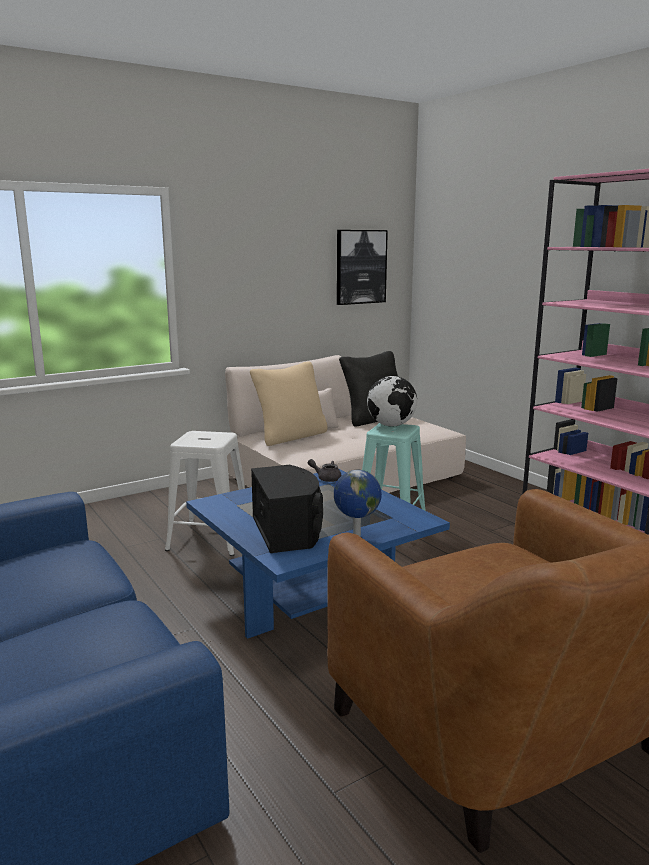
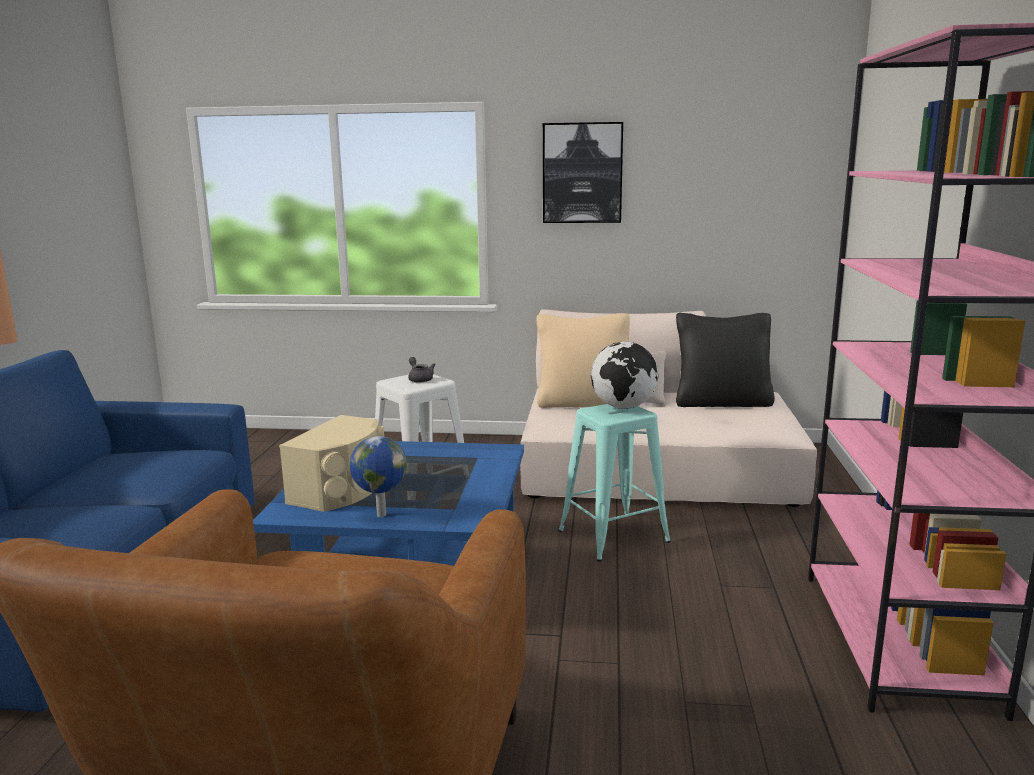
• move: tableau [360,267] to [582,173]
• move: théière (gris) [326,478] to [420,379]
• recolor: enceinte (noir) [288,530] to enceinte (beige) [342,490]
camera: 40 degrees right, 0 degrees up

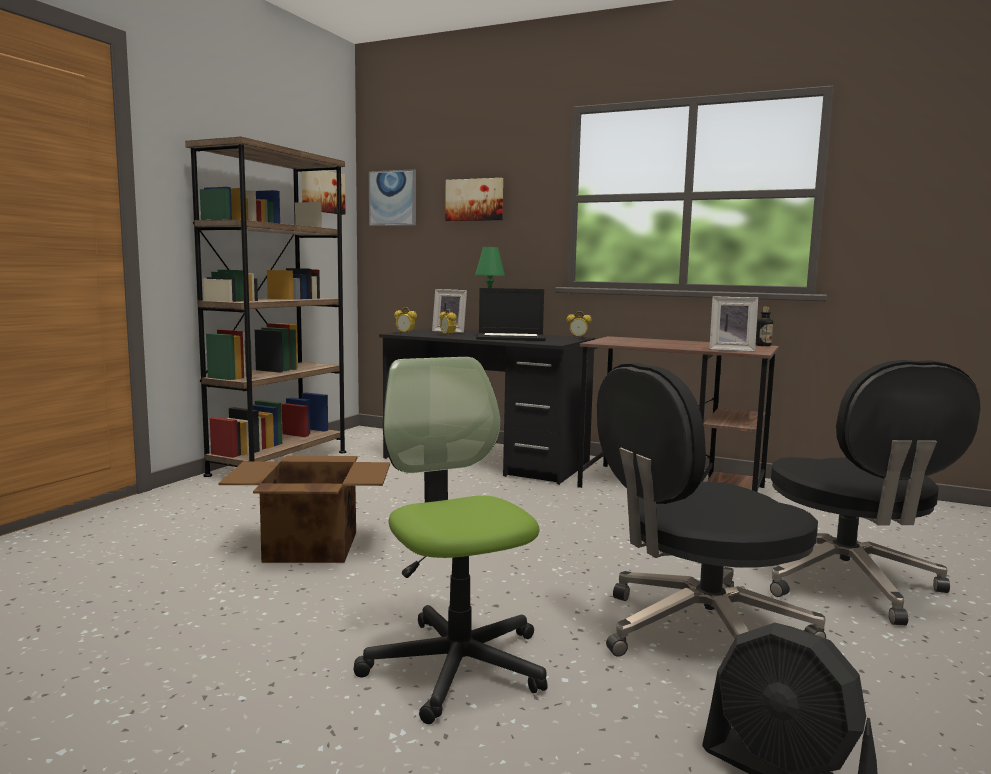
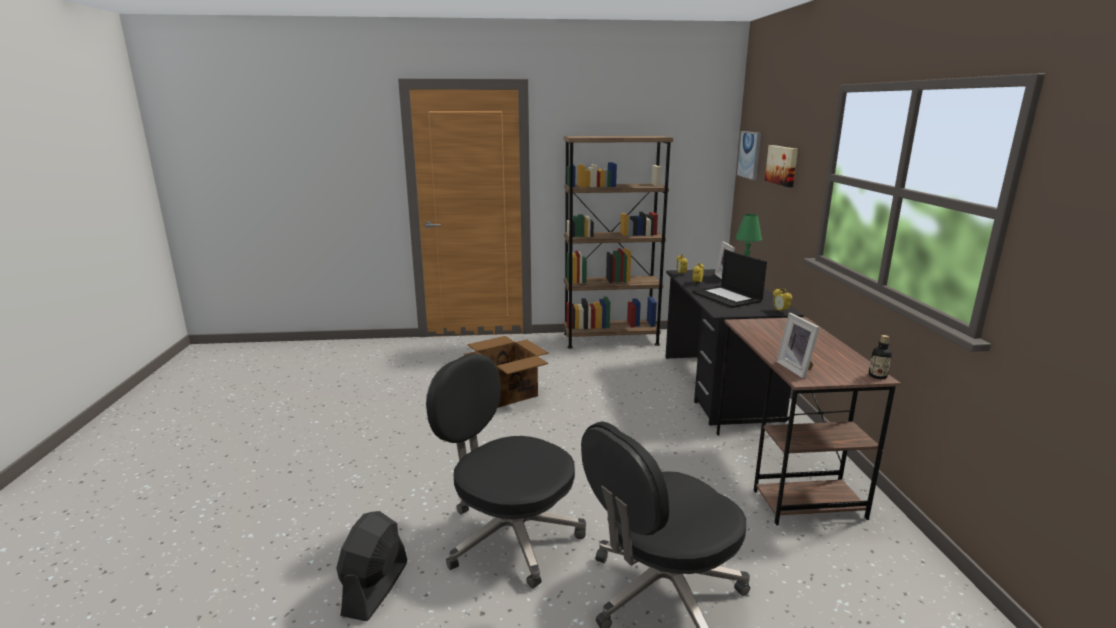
• delete: tableau [322,191]
• delete: chaise de bureau [456,666]
camera: 60 degrees right, 10 degrees up

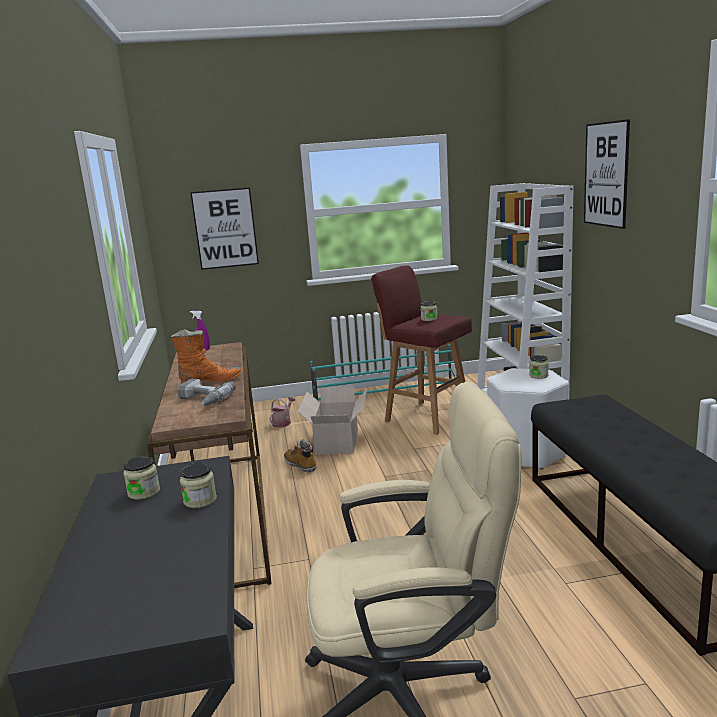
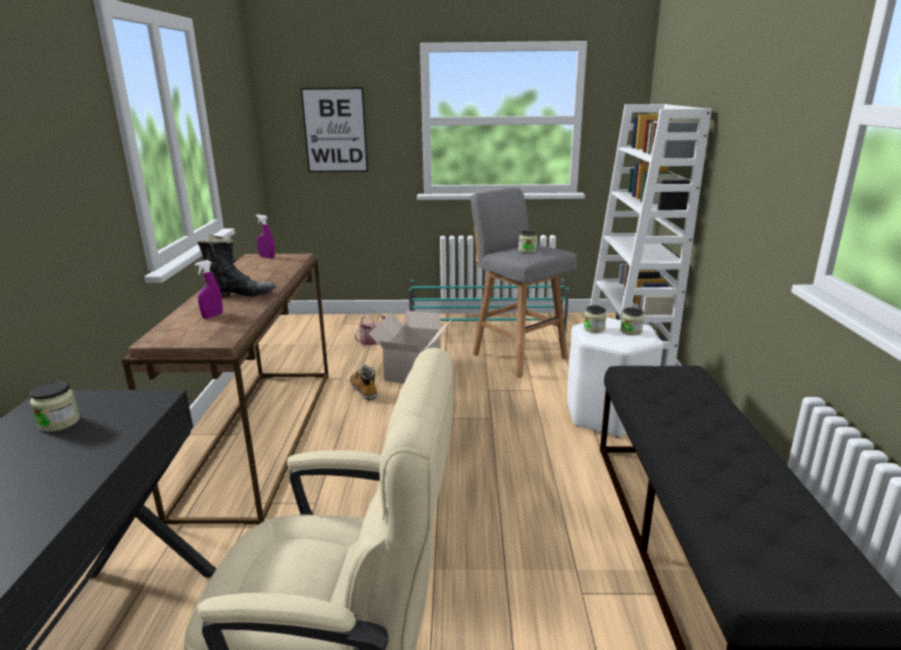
• delete: tableau [606,174]
• recolor: tabouret (rouge) [426,417] to tabouret (gris) [518,355]
• recolor: botte (orange) [210,381] to botte (noir) [241,294]
• replace: perceuse [202,400] to vaporisateur (violet) [212,316]
• move: bocal [200,500] to [594,329]
camera: 10 degrees right, 5 degrees up

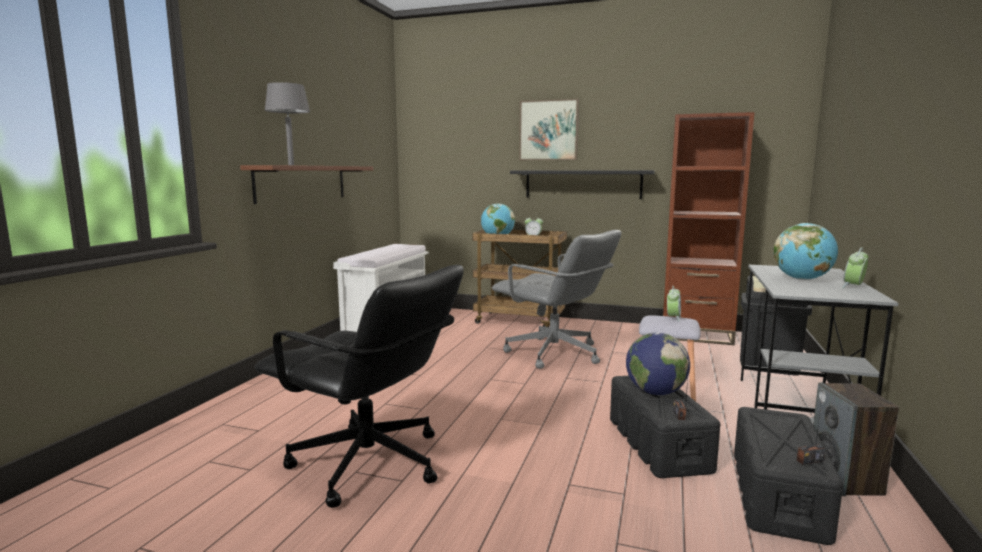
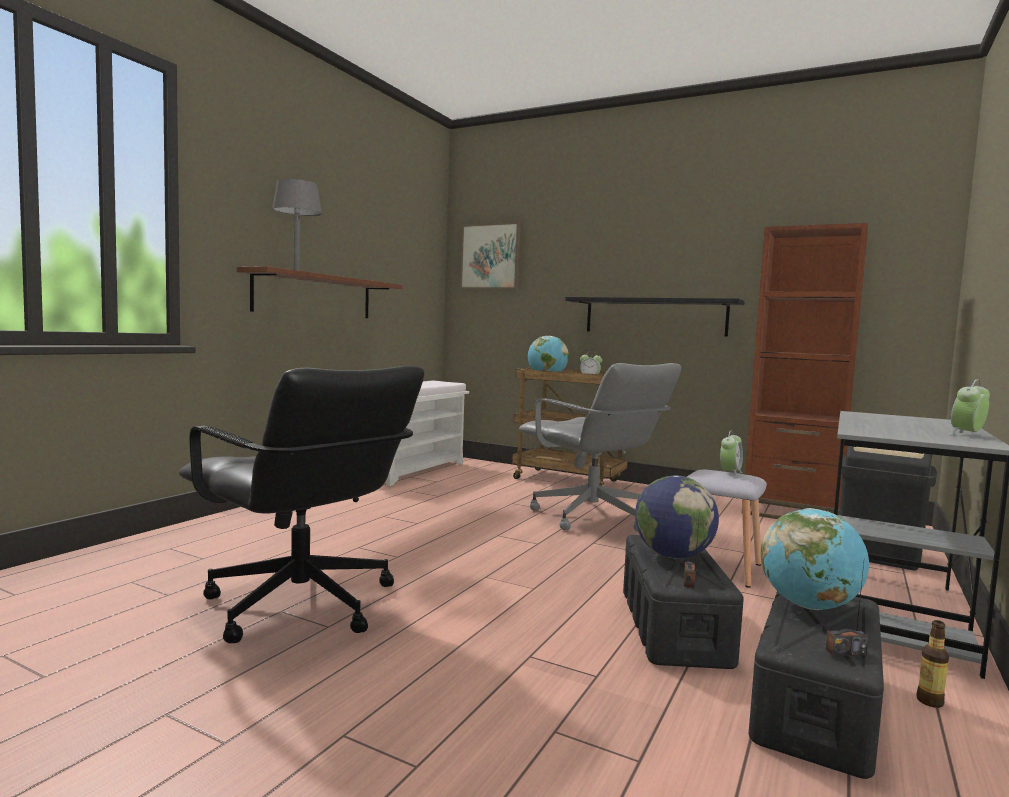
• move: tableau [548,130] to [490,256]
• move: globe [802,279] to [809,606]
• replace: enceinte [846,480] to bouteille [929,701]
camera: 10 degrees right, 5 degrees down

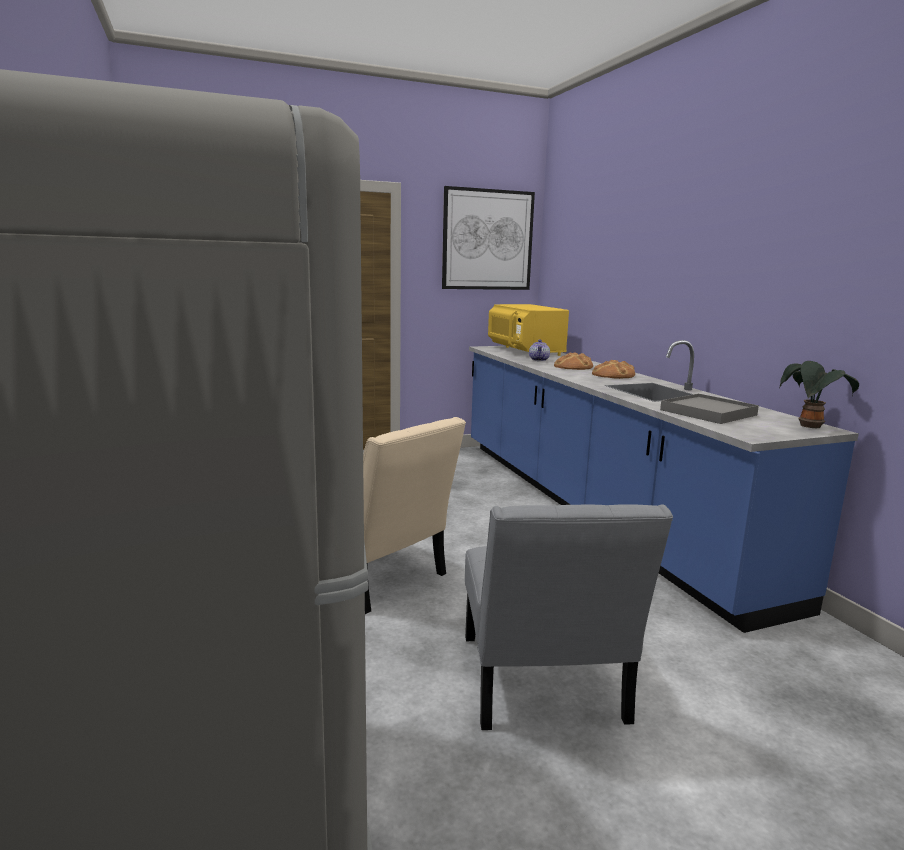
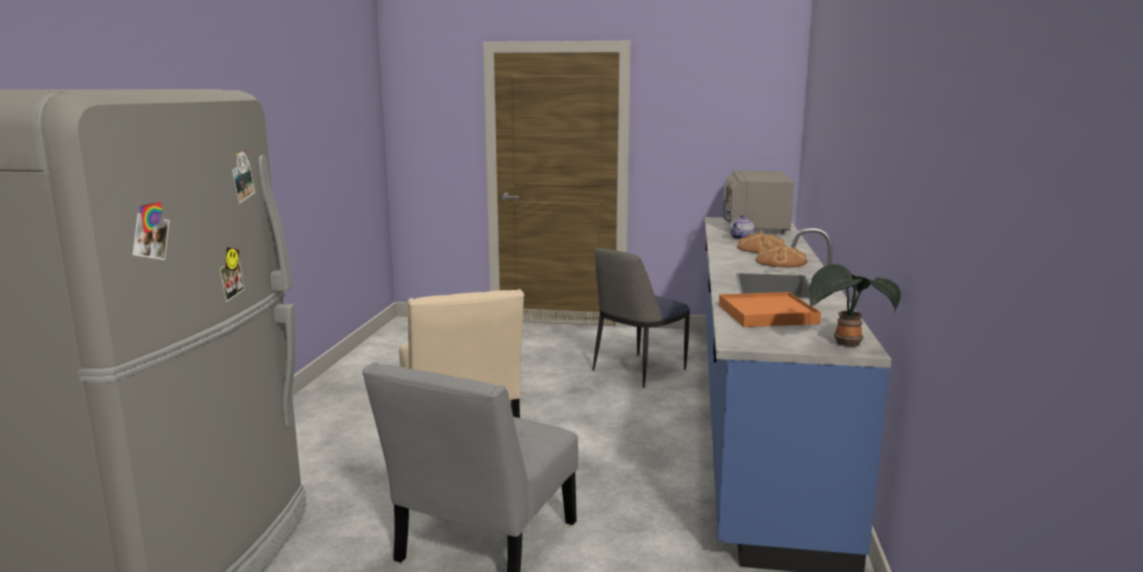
• delete: tableau [487,240]
• recolor: micro-ondes (jaune) [525,351] to micro-ondes (gris) [755,226]
• recolor: plateau (gris) [708,412] to plateau (orange) [767,314]
• insert: chaise [637,371]
camera: 30 degrees right, 0 degrees up

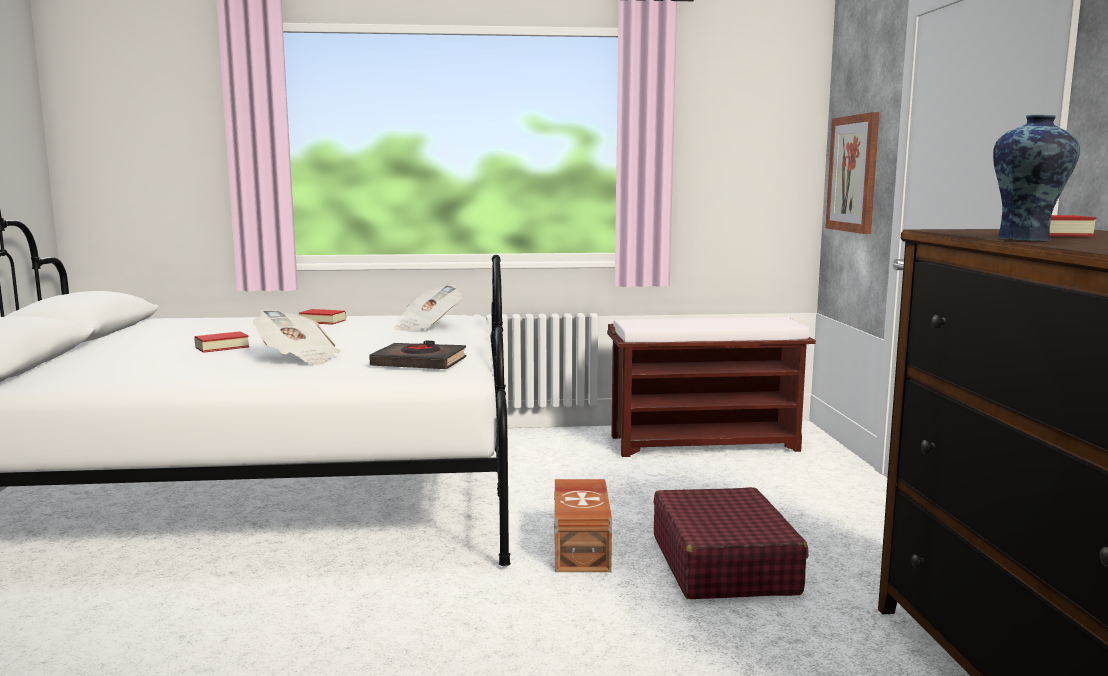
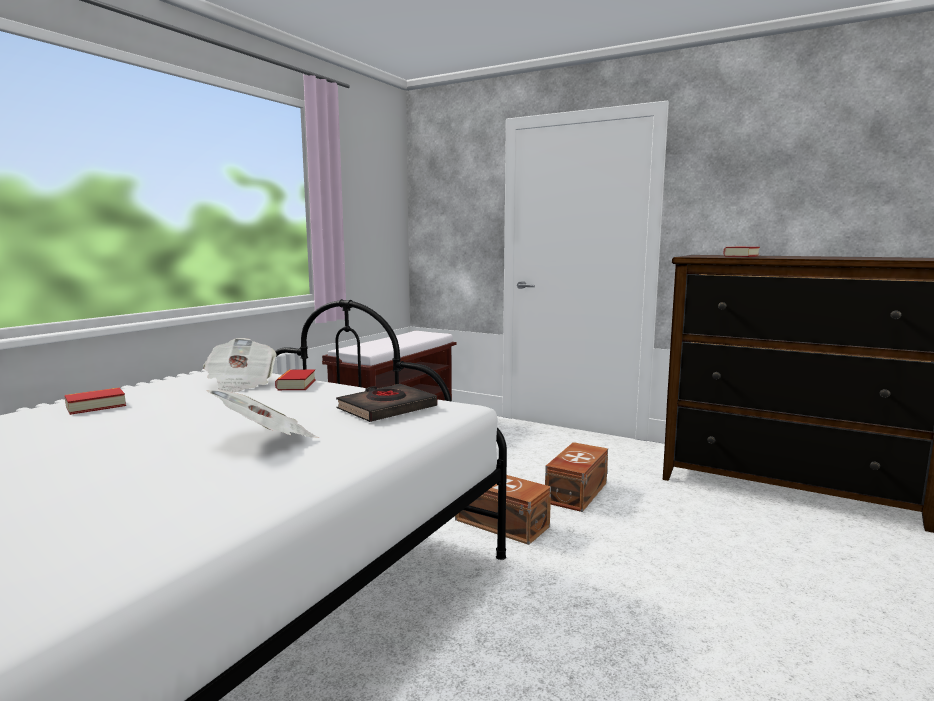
• delete: tableau [853,174]
• delete: vase [1027,239]
• move: livre [222,347] to [296,385]
• replace: valise (rouge) [723,564] to boîte de rangement (marron) [575,492]
camera: 55 degrees left, 0 degrees up

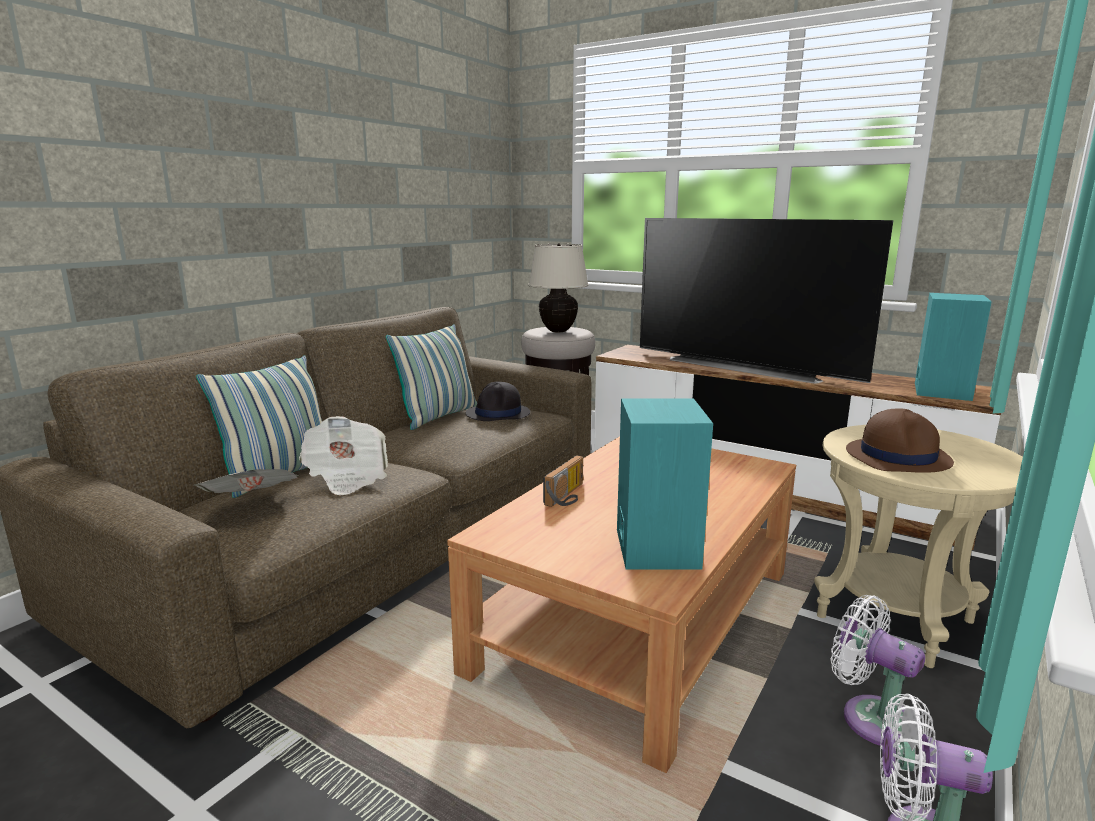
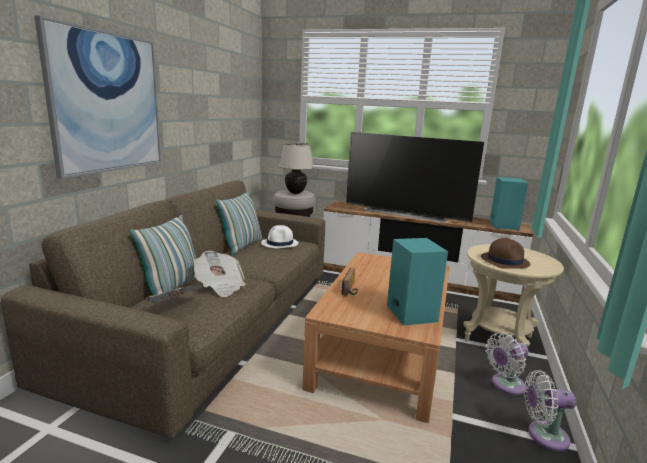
• recolor: chapeau (noir) [498,414] to chapeau (blanc) [280,243]
• rotate: ventilateur (blanc) [871,717] = [505,385] 60 degrees counterclockwise
• insert: tableau [107,103]
camera: 15 degrees left, 0 degrees up

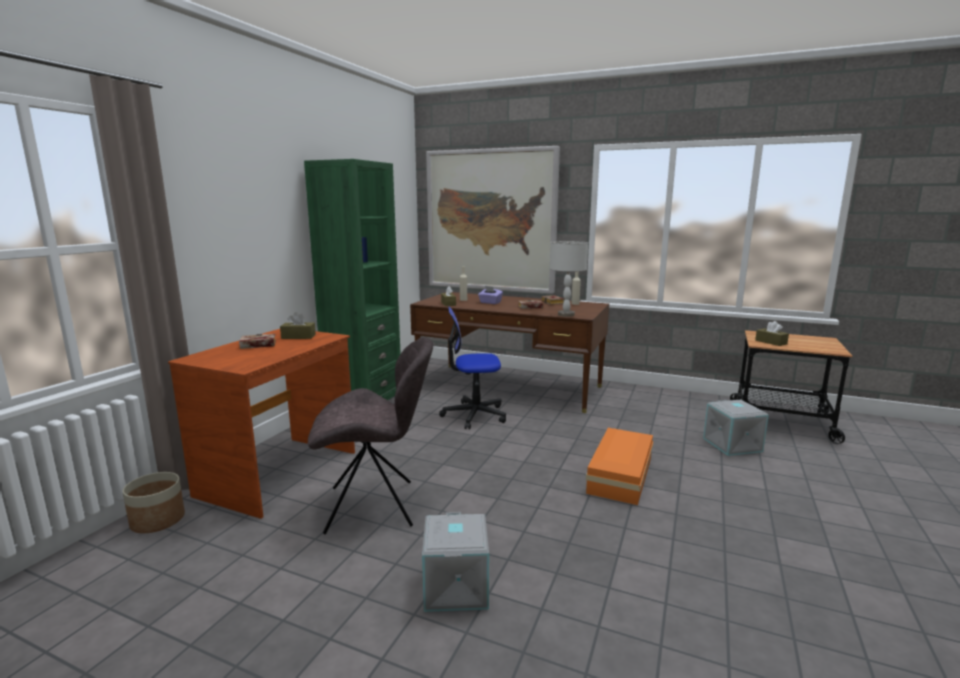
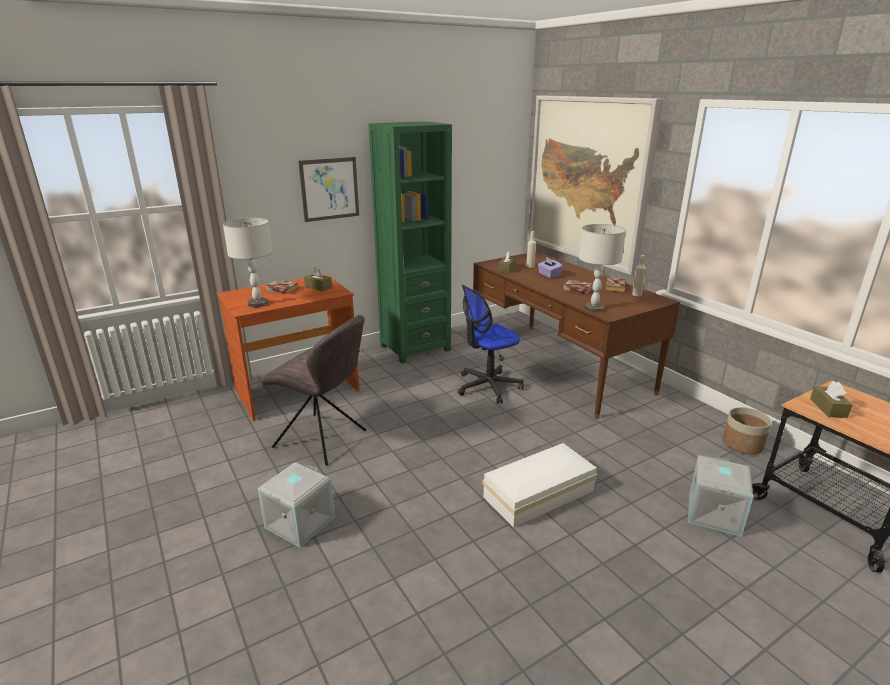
• rotate: chaise de bureau [474,415] = [488,386] 60 degrees counterclockwise
• recolor: boîte de rangement (orange) [622,474] to boîte de rangement (blanc) [541,494]
• move: cache-pot [158,520] to [743,445]
• insert: tableau [329,189]
• insert: lampe de table (gris) [257,304]
camera: 35 degrees right, 10 degrees up

